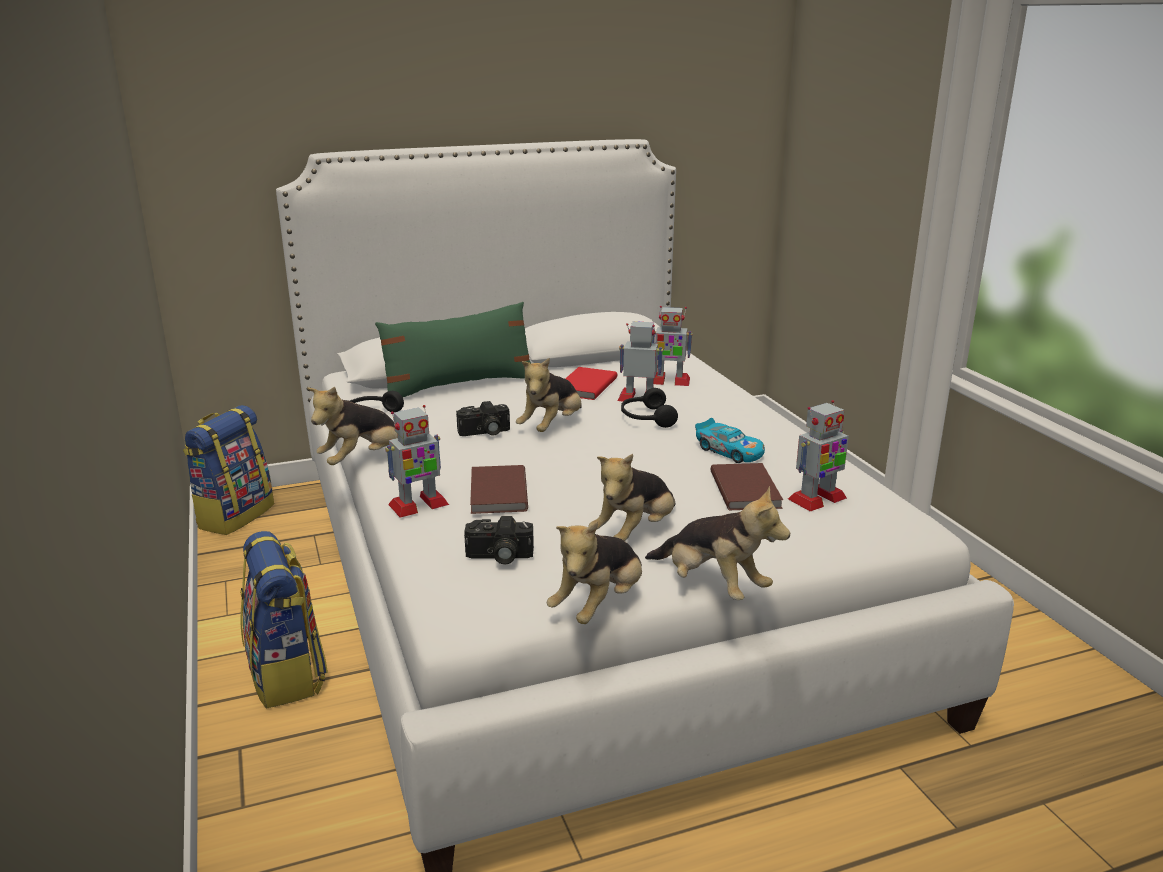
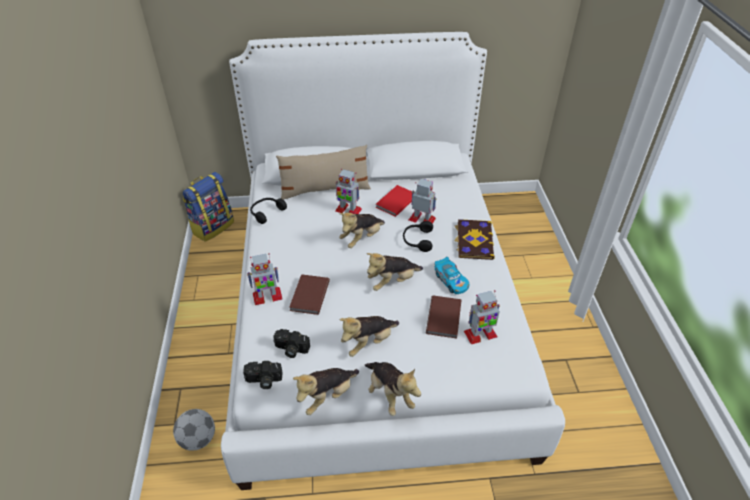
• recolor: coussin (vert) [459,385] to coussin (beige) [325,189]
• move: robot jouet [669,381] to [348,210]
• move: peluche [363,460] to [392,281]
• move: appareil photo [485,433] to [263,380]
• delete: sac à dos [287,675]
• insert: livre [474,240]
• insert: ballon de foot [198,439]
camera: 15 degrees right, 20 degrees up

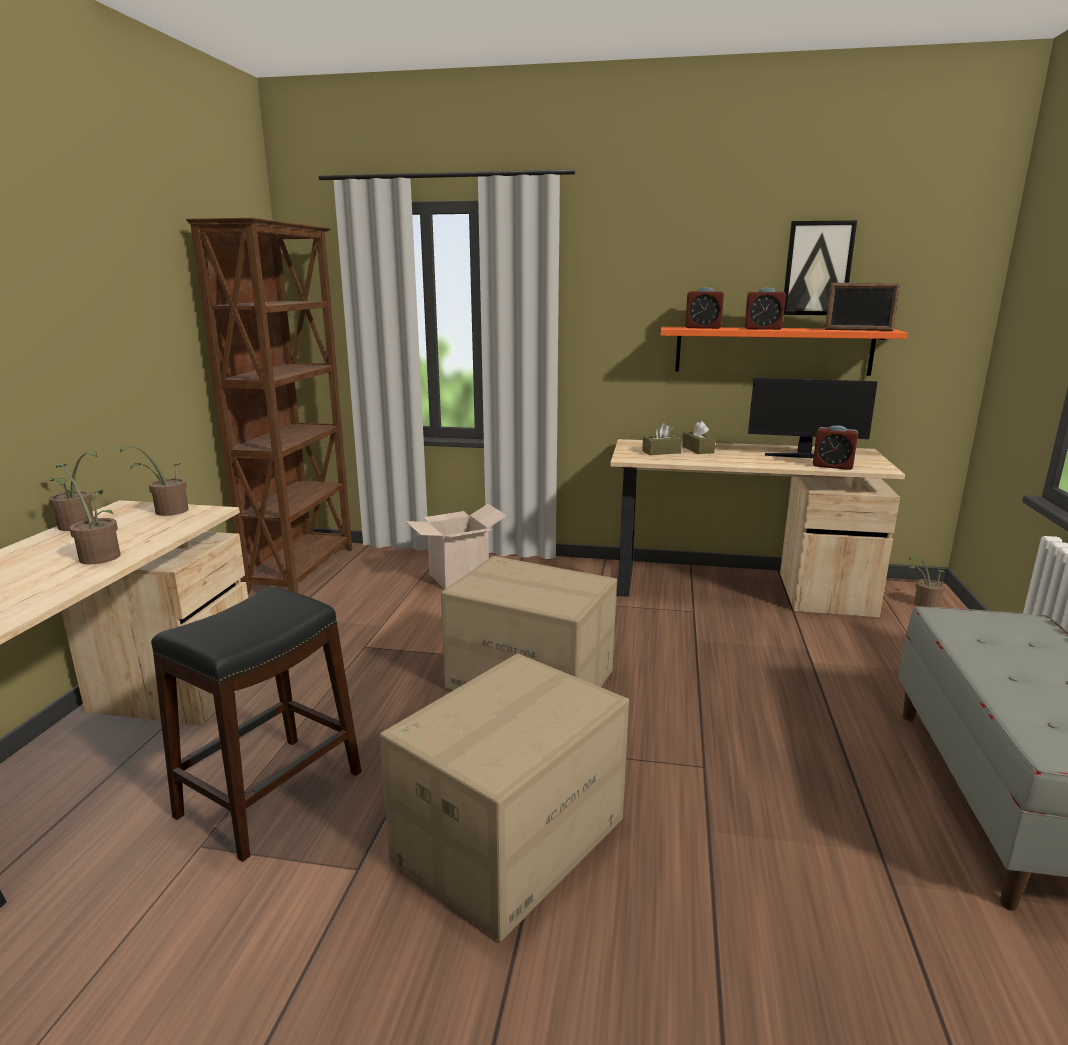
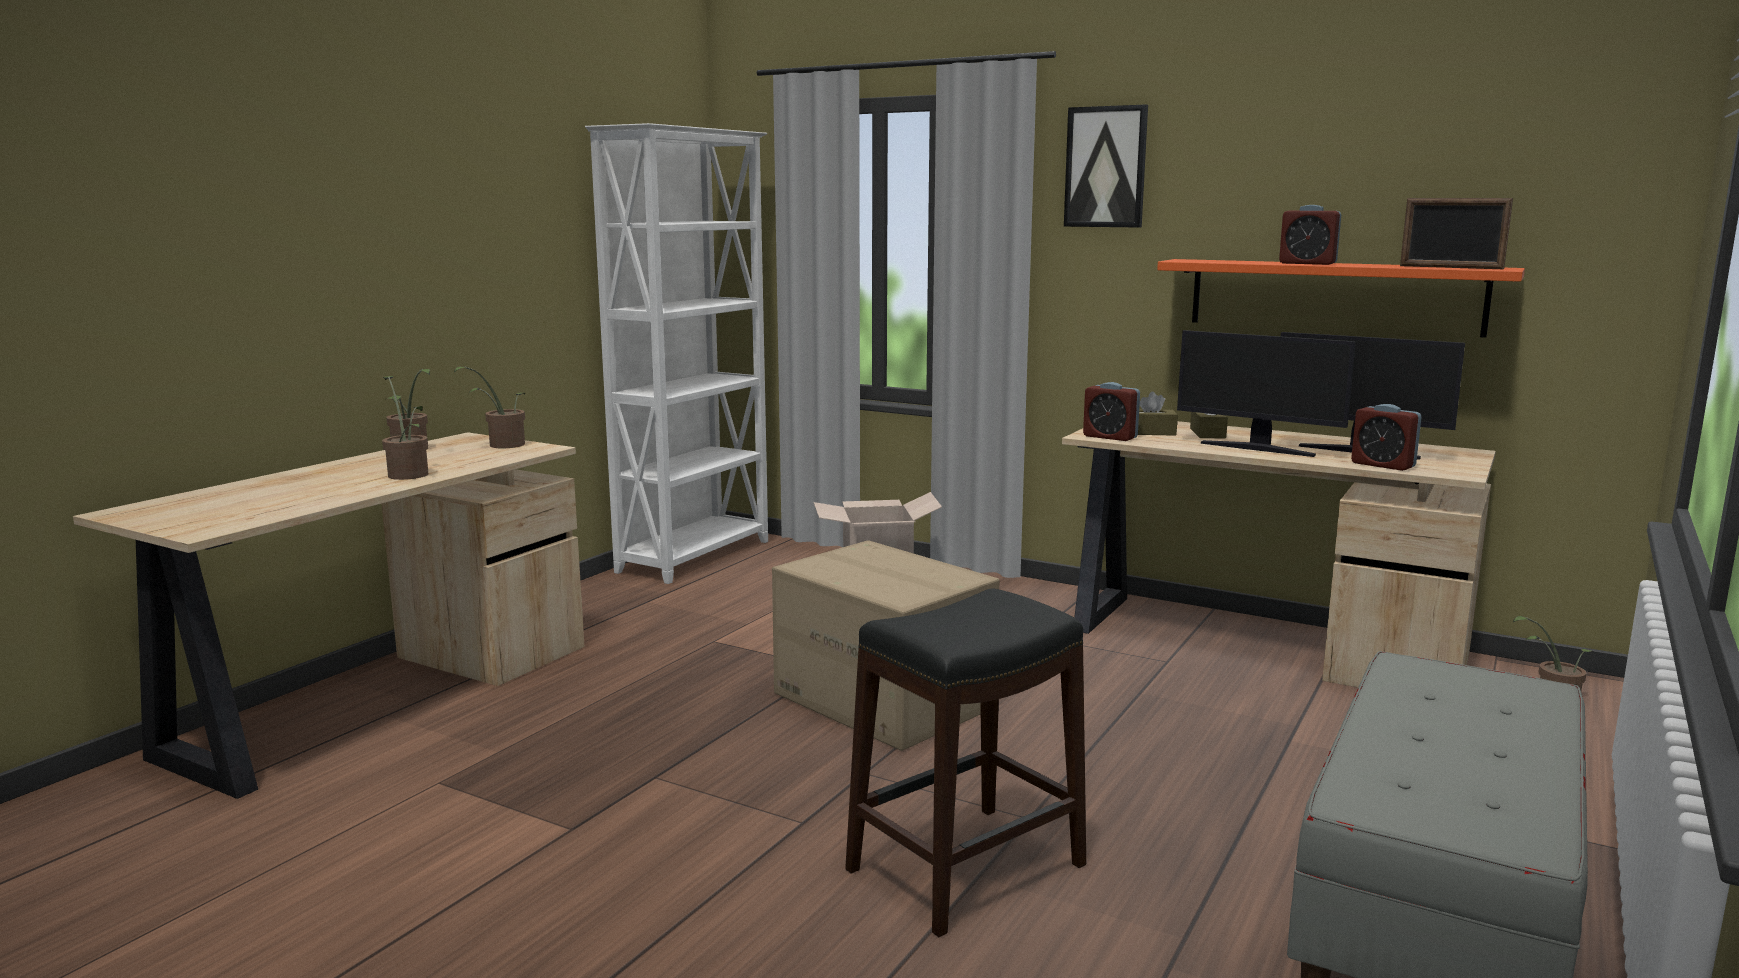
• recolor: bibliothèque (marron) [303,569] to bibliothèque (blanc) [697,556]
• move: tableau [817,268] to [1106,167]
• move: réveil [703,328] to [1110,437]
• move: tabouret (noir) [272,794] to [967,868]
• delete: carton [509,838]
• insert: écran d'ordinateur [1258,448]
camera: 20 degrees right, 5 degrees down

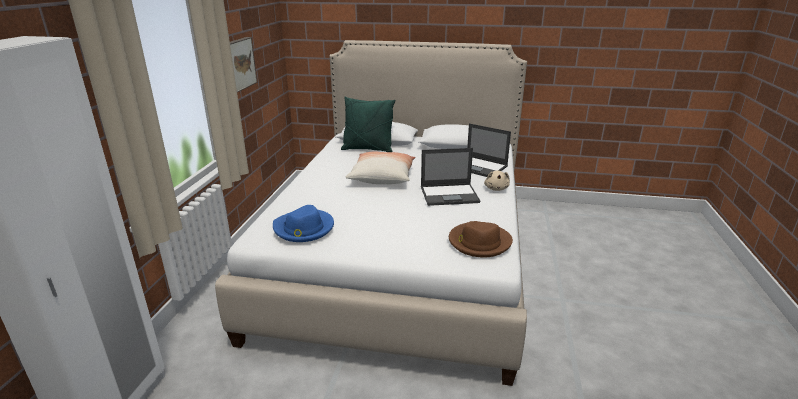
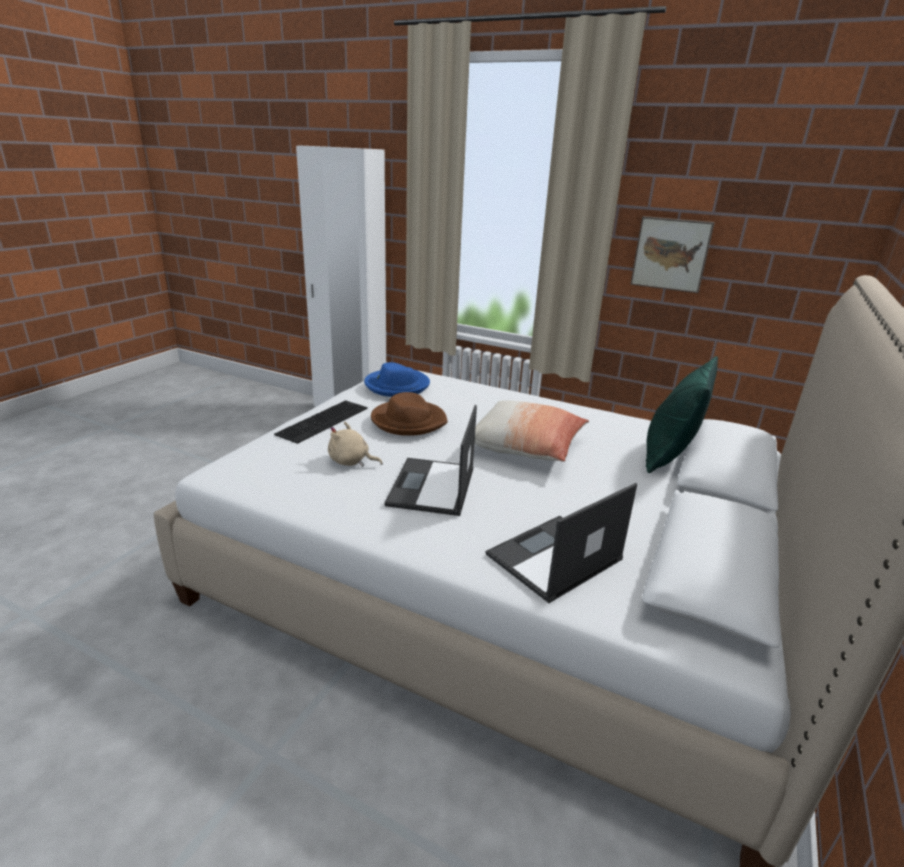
• move: peluche (beige) [496,188] to [351,461]
• move: chapeau (marron) [479,242] to [408,421]
• insert: clavier [324,421]
camera: 105 degrees right, 0 degrees up

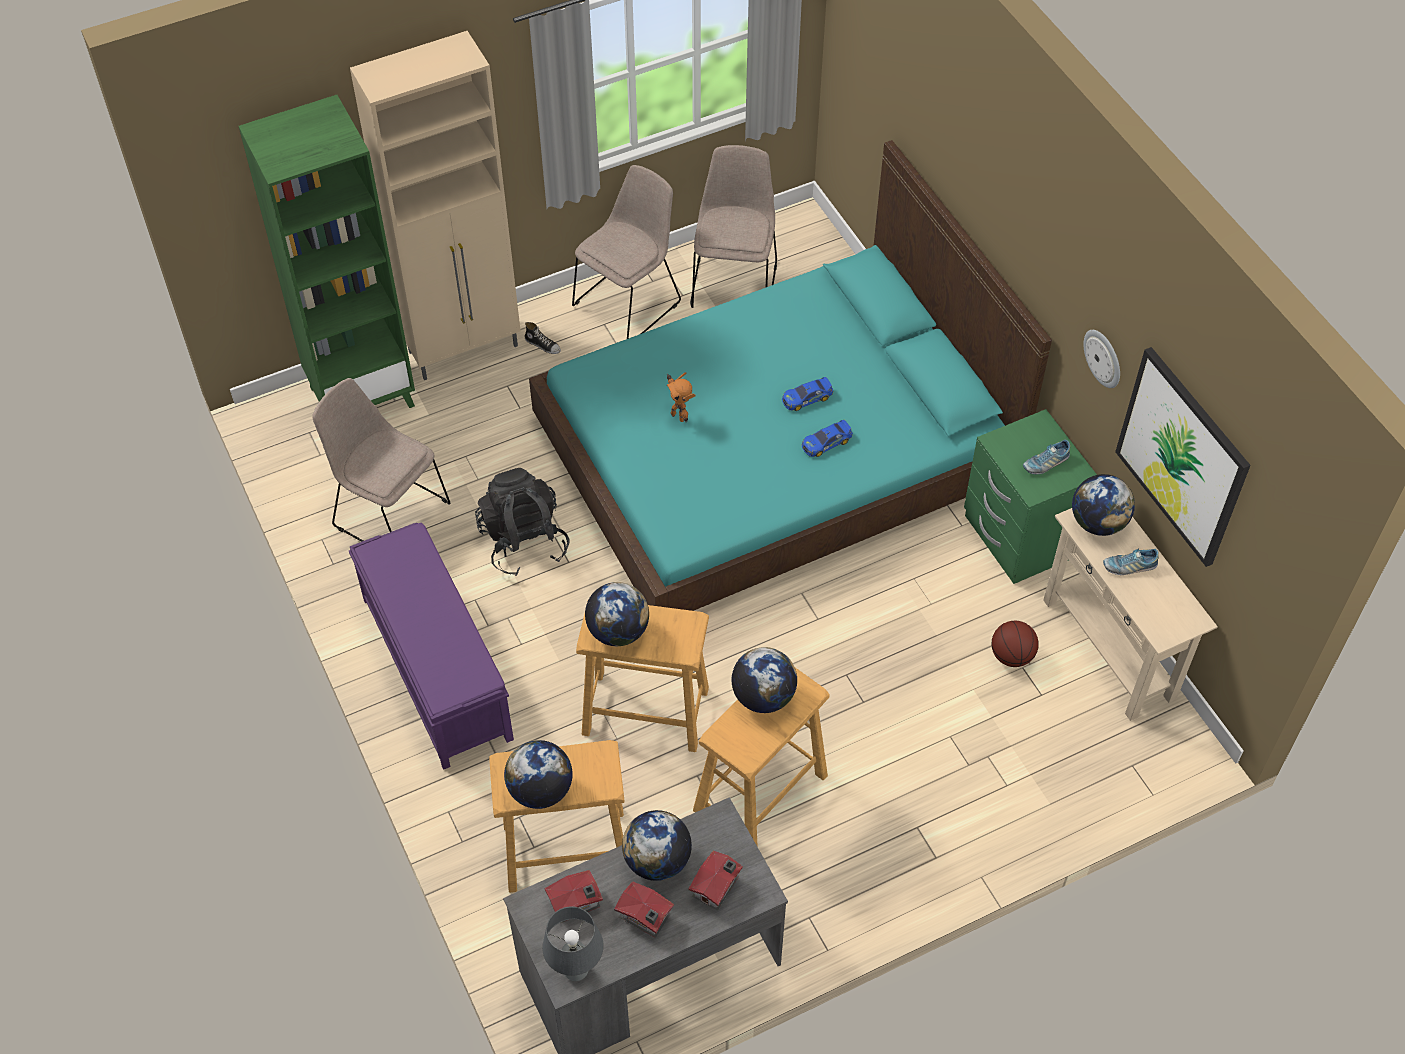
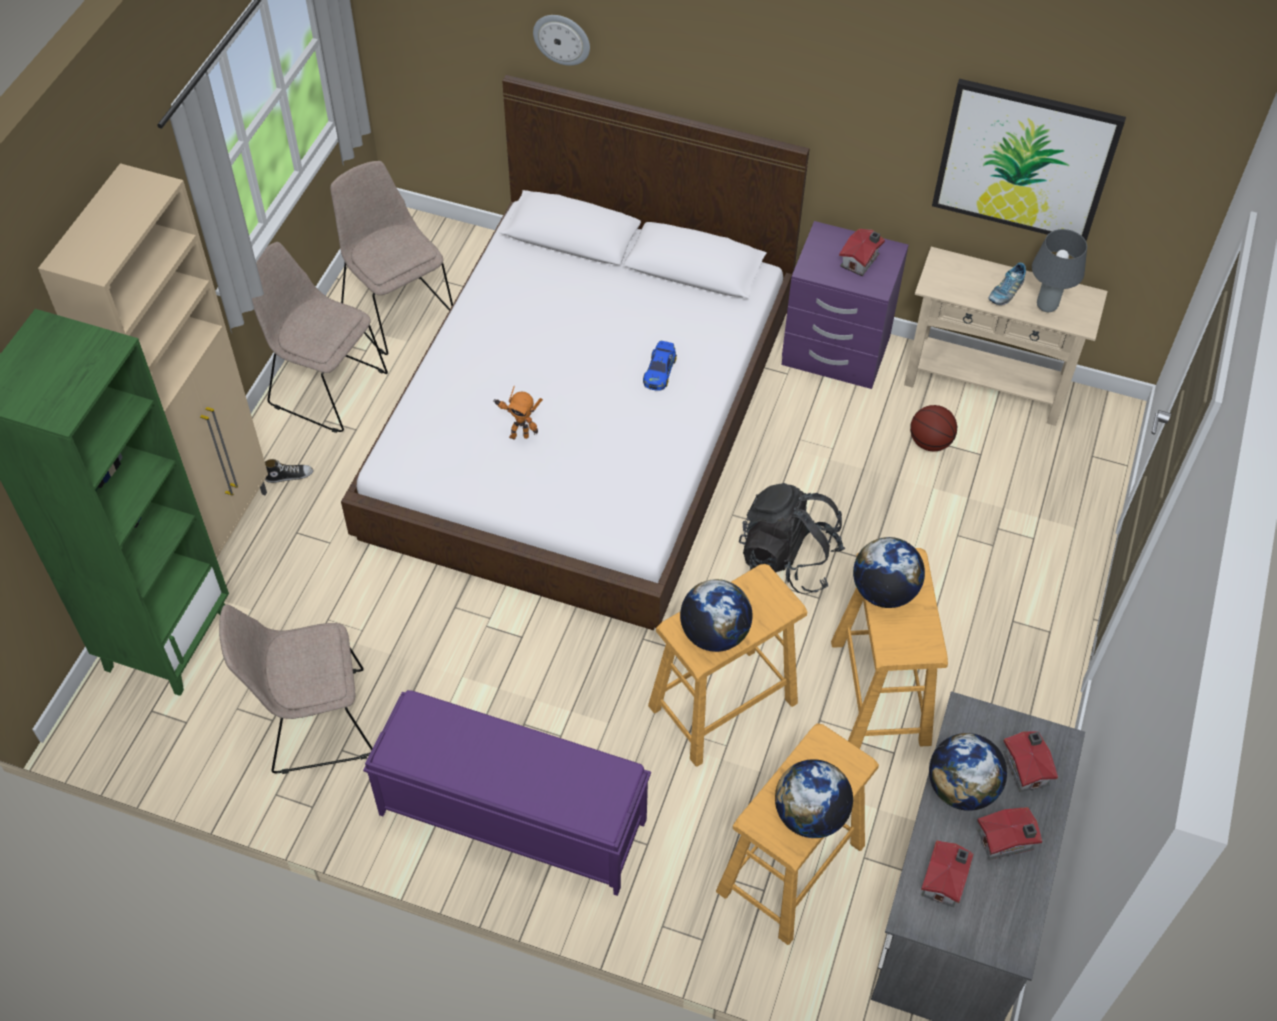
• recolor: lit (turquoise) [775,447] to lit (blanc) [582,418]
• rotate: chaise (beige) [629,301] = [325,387] 60 degrees counterclockwise
• move: horloge murale [1103,358] to [562,39]
• delete: petite voiture [807,398]
• recolor: table de chevet (vert) [1018,537] to table de chevet (violet) [835,352]
• replace: chaussure [1045,463] to maison miniature [861,260]
• move: sac à dos (noir) [523,541] to [788,559]
• delete: globe [1098,522]
• move: lampe de table (gris) [577,971] to [1047,306]
camera: 45 degrees left, 0 degrees up

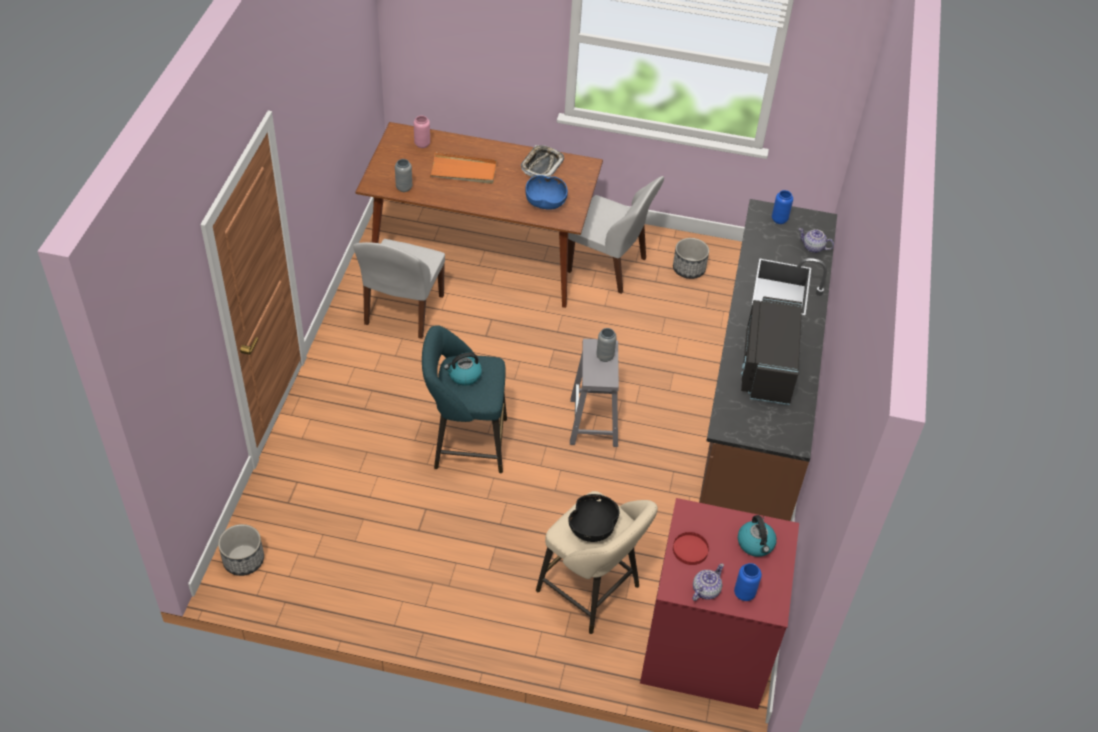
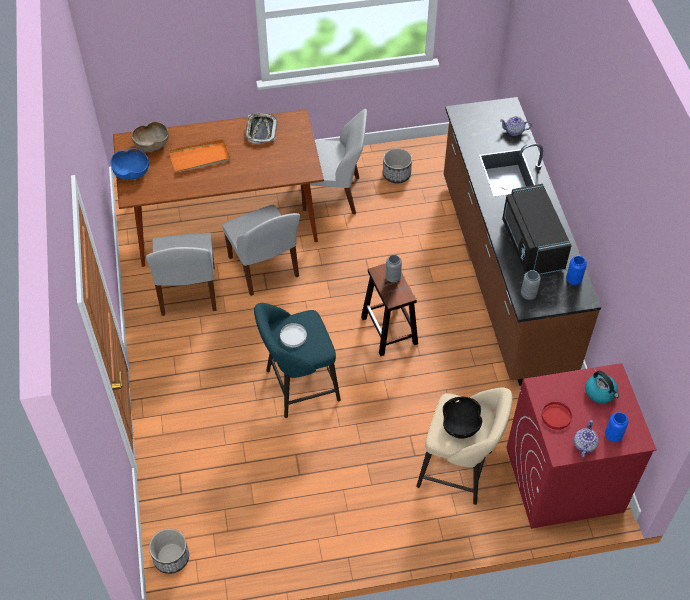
• replace: vase (rose) [422,144] to bol (marron) [152,145]
• move: vase (gris) [404,188] to [528,295]
• move: bol (bleu) [545,202] to [131,172]
• move: vase (bleu) [779,219] to [573,280]
• recolor: tabouret (gris) [594,423] to tabouret (marron) [390,331]
• replace: bouilloire [464,376] to assiette (blanc) [293,336]
• insert: chaise (blanc) [264,268]
camera: 20 degrees left, 5 degrees up

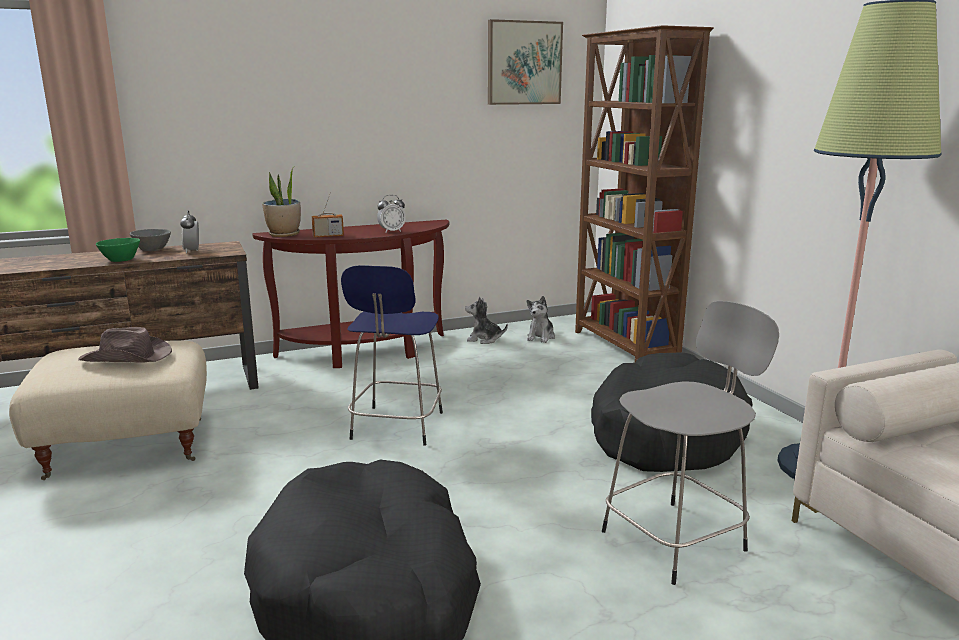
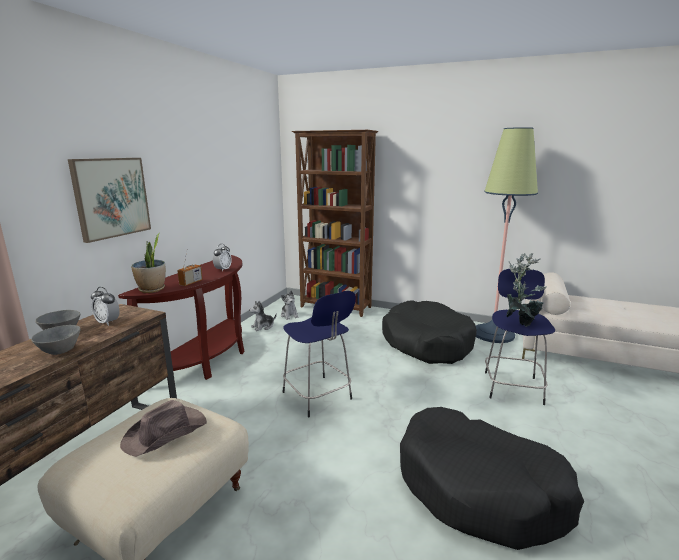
• move: tableau [524,63] to [111,197]
• recolor: bol (vert) [120,259] to bol (gris) [59,350]
• recolor: tabouret (gris) [677,539] to tabouret (bleu) [512,386]
• insert: plante en pot [520,323]
camera: 45 degrees left, 0 degrees up

